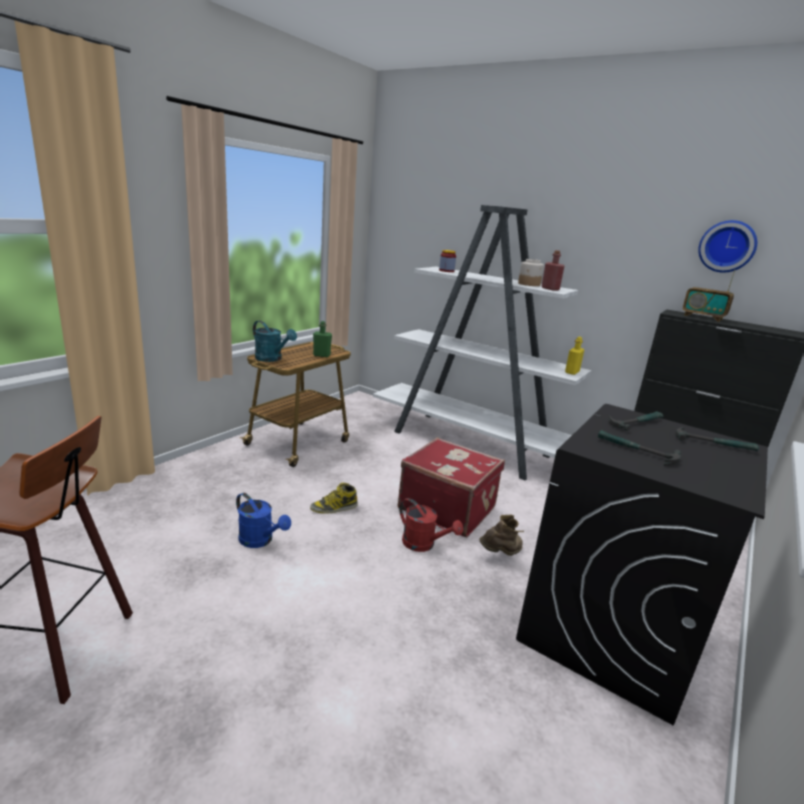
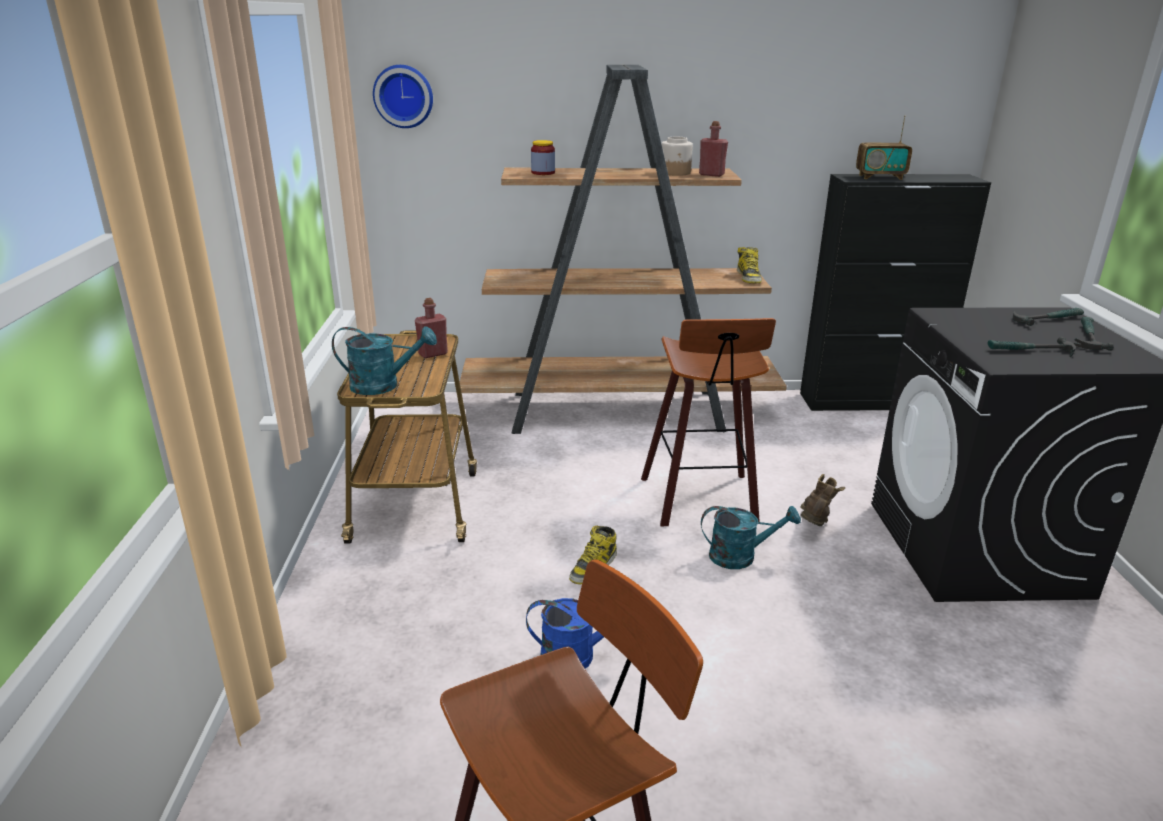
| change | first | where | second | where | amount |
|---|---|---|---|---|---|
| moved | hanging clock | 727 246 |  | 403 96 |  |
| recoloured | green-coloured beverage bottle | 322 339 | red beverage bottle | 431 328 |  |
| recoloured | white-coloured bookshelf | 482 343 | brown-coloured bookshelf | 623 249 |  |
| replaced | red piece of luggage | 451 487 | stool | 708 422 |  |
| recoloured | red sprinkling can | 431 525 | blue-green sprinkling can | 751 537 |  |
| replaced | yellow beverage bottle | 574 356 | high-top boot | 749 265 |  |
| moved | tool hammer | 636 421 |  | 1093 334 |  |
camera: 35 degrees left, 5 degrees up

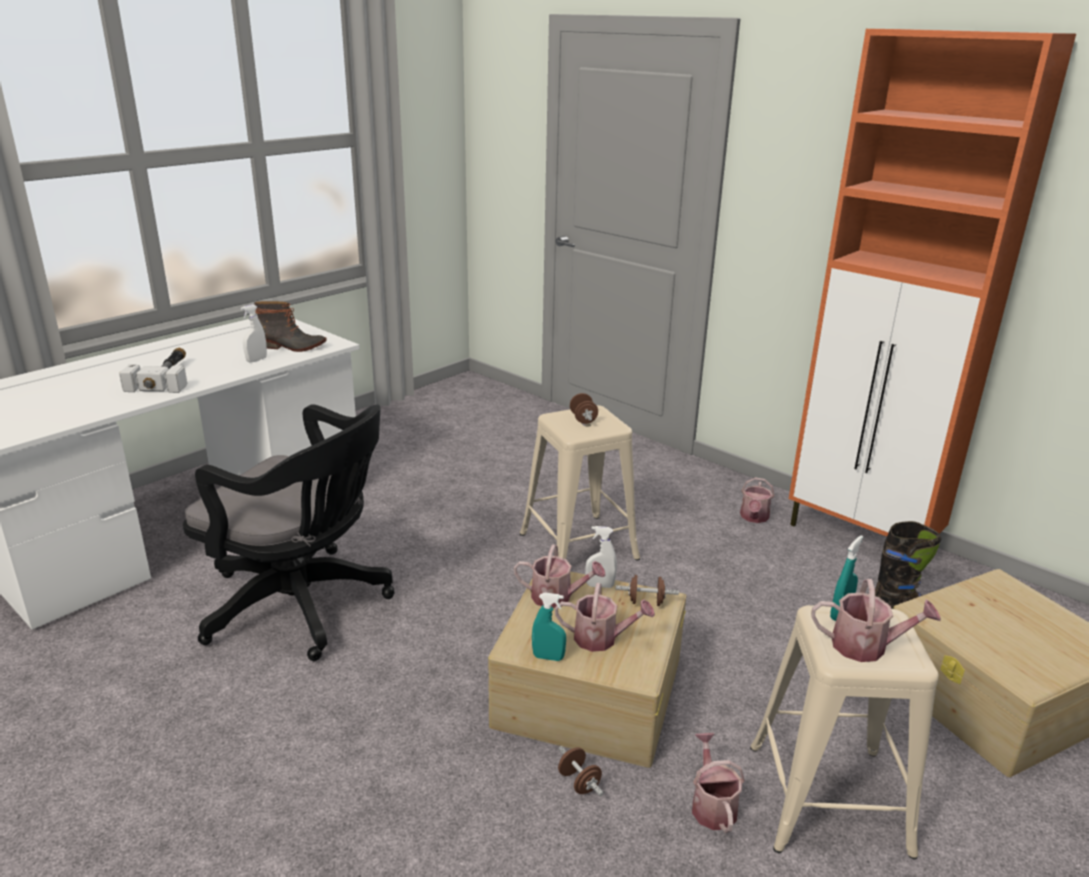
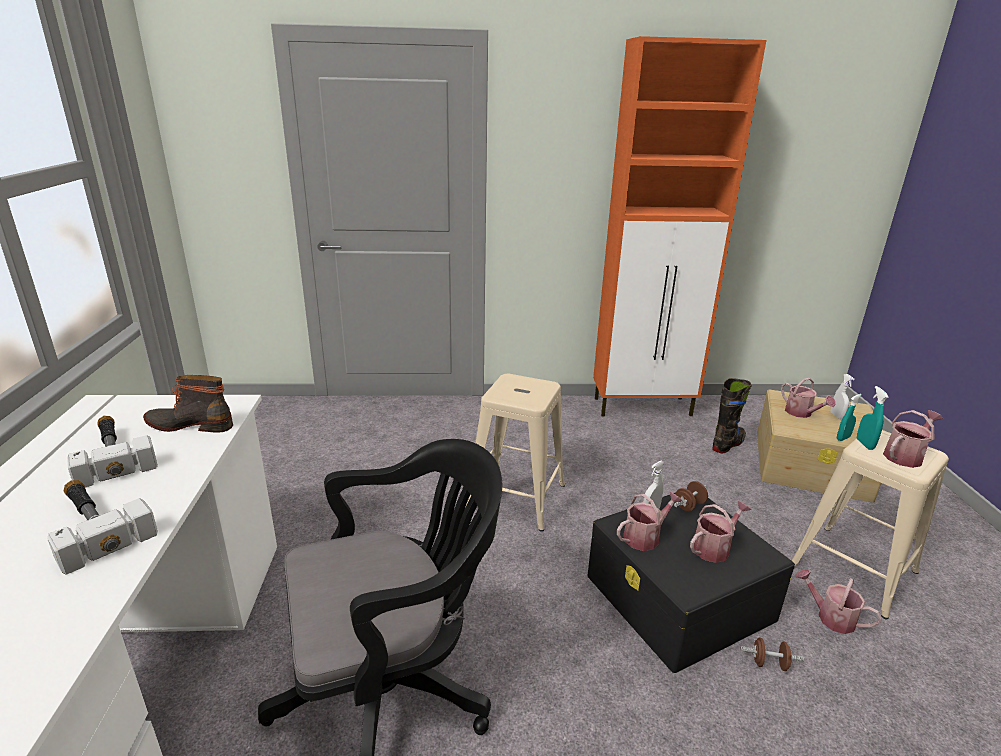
| change | first | where | second | where | amount |
|---|---|---|---|---|---|
| added |  |  | tool hammer | 112 451 |  |
| turned | high-top boot | 290 326 |  | 188 404 | 135 degrees counterclockwise |
| recoloured | beige-coloured storage container | 587 670 | black storage container | 691 583 |  |
| moved | sprinkling can | 757 500 |  | 808 398 |  |
| moved | white-coloured hand sprayer | 254 333 |  | 842 396 |  |
| moved | blue-green hand sprayer | 549 626 |  | 849 417 |  |
| removed | brown-coloured hand weight | 584 408 |  |  |  |
camera: 45 degrees left, 0 degrees up

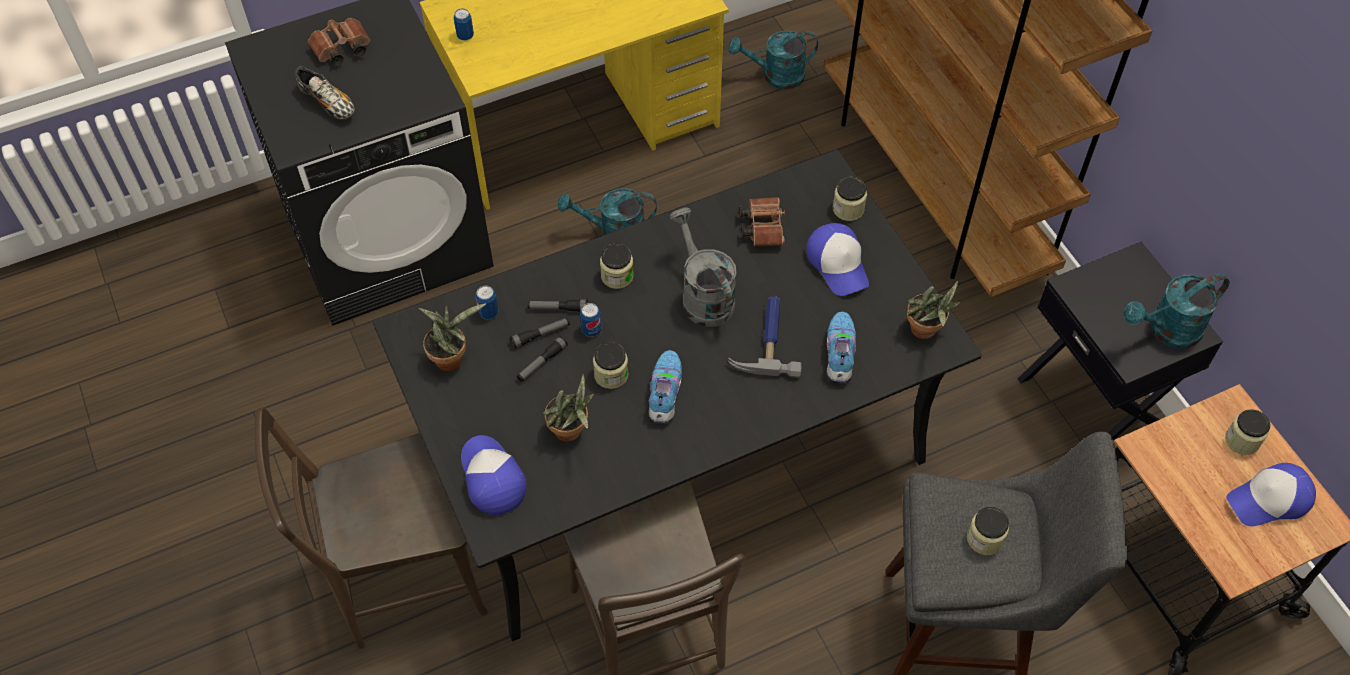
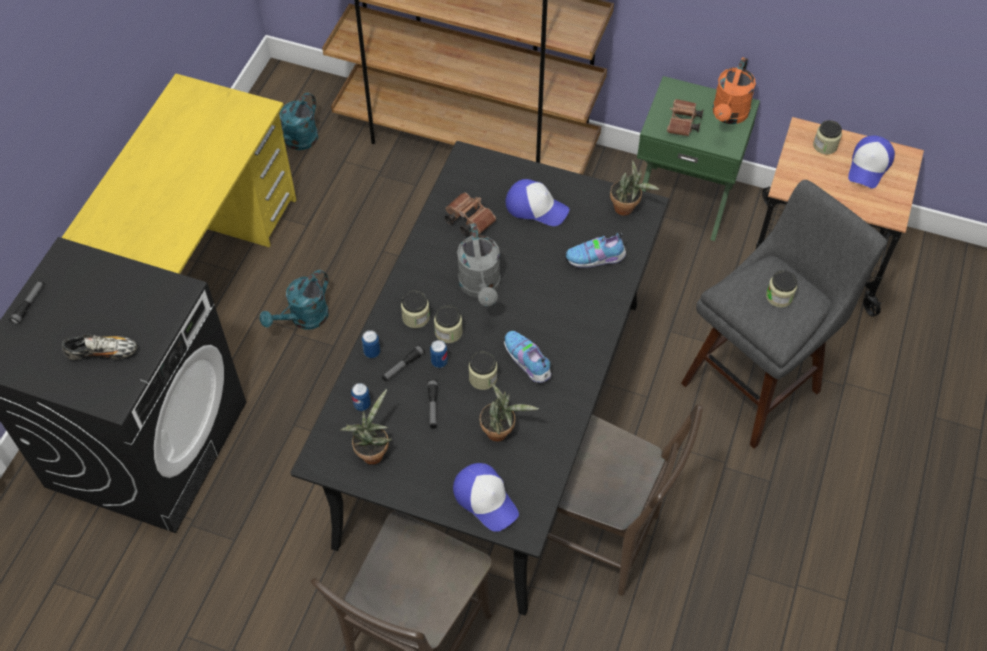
| change | first | where | second | where | amount |
|---|---|---|---|---|---|
| moved | hand torch | 540 333 |  | 26 302 |  |
| moved | metal can | 464 24 |  | 371 344 |  |
| moved | jar | 850 199 |  | 448 324 |  |
| turned | peaked cap | 493 475 |  | 486 497 | 150 degrees counterclockwise |
| turned | greyish sprinkling can | 703 267 |  | 479 264 | 120 degrees counterclockwise |
| turned | item of footwear | 841 347 |  | 596 250 | 60 degrees counterclockwise |
| recoloured | black nightstand | 1120 341 | green-coloured nightstand | 698 158 |  |
| moved | brown-coloured binoculars | 339 42 |  | 685 117 |  |
| recoloured | blue-green sprinkling can | 1176 310 | orange sprinkling can | 734 90 |  |
| removed | tool hammer | 765 337 |  |  |  |
camera: 45 degrees left, 0 degrees up

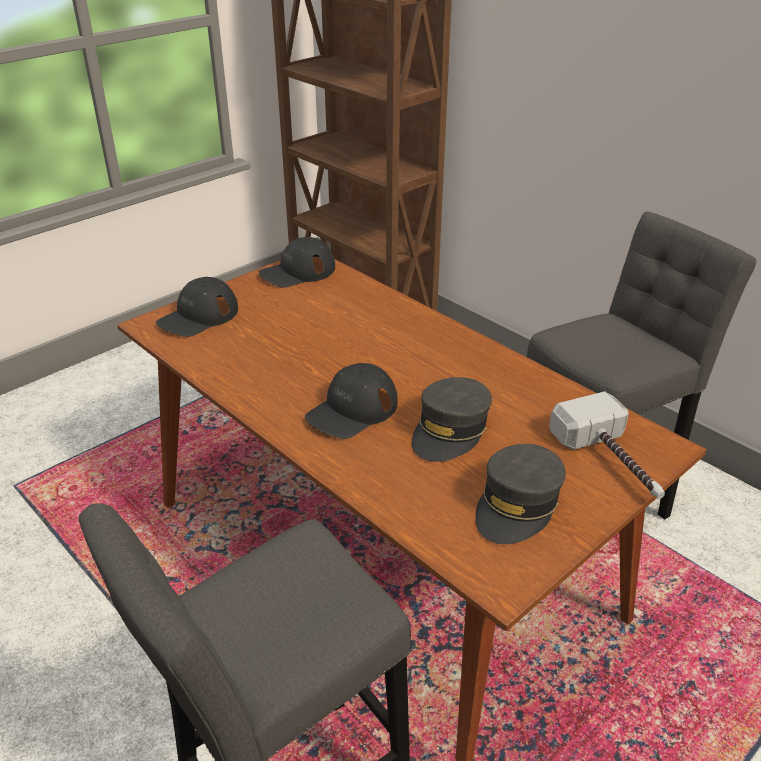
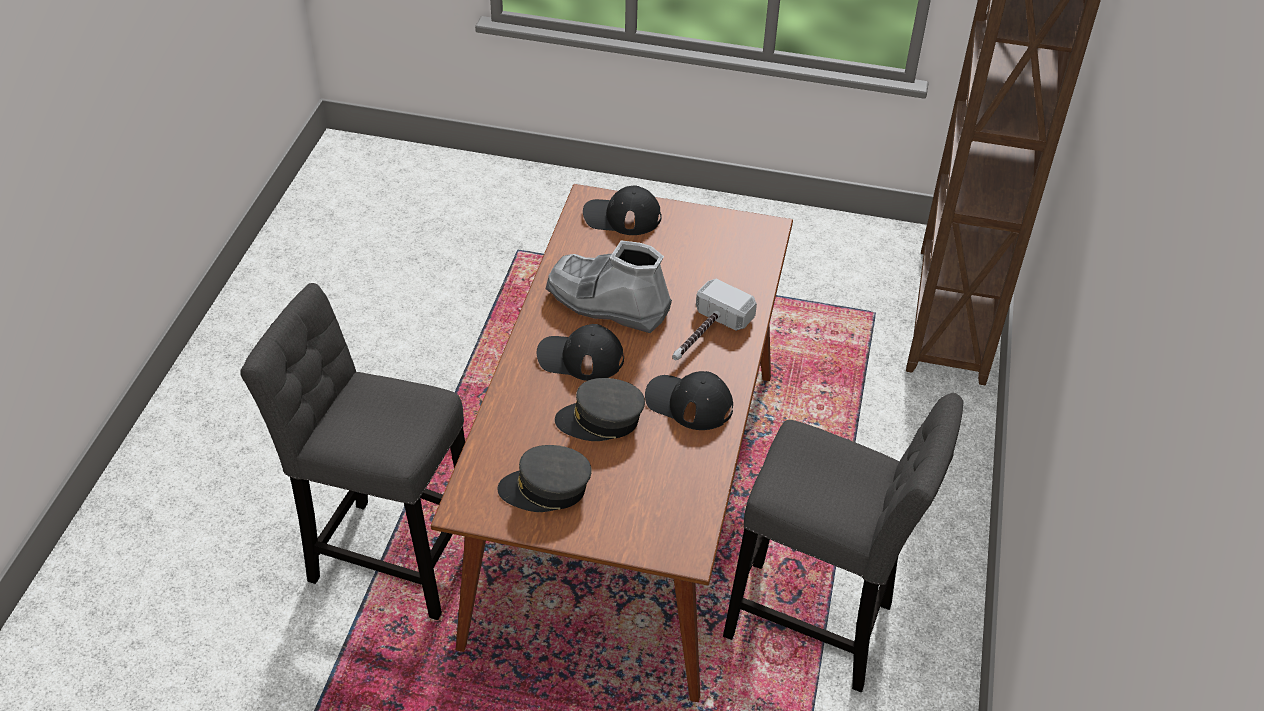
| change | first | where | second | where | amount |
|---|---|---|---|---|---|
| added |  |  | greyish high-top boot | 609 286 |  |
| moved | black peaked cap | 297 262 |  | 689 400 |  |
| moved | tool hammer | 607 445 |  | 714 319 |  |
camera: 55 degrees right, 10 degrees up

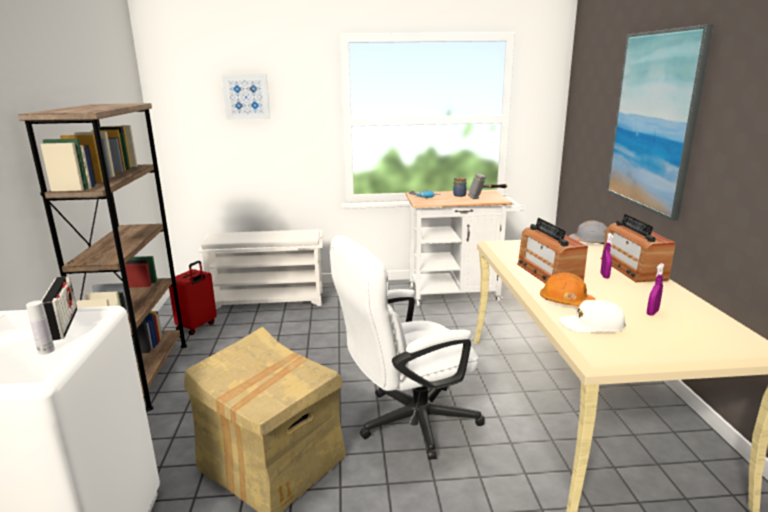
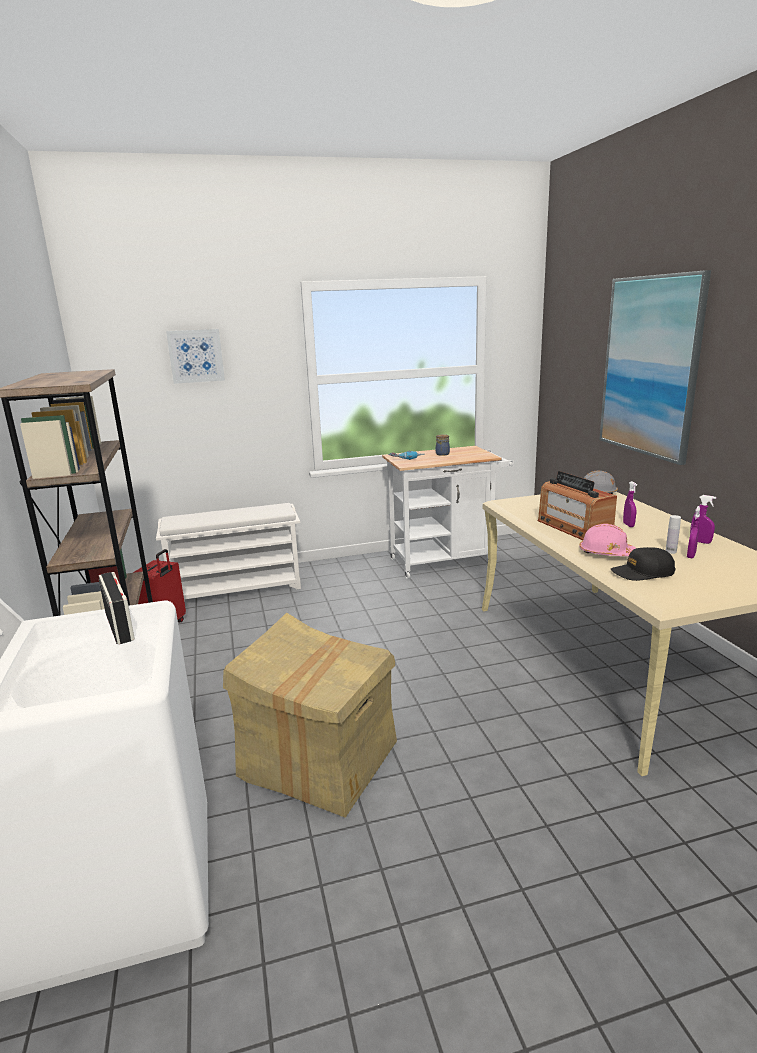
| change | first | where | second | where | amount |
|---|---|---|---|---|---|
| recoloured | orange work helmet | 568 289 | pinkish work helmet | 607 540 |  |
| recoloured | white-coloured peaked cap | 592 316 | black peaked cap | 643 564 |  |
| moved | white-coloured beverage bottle | 40 327 |  | 673 534 |  |
| added |  |  | purplish hand sprayer | 703 519 |  |
| removed | white-coloured desk chair | 407 348 |  |  |  |
| removed | tool hammer | 487 186 |  |  |  |
| removed | radio receiver | 638 248 |  |  |  |
camera: 10 degrees left, 0 degrees up

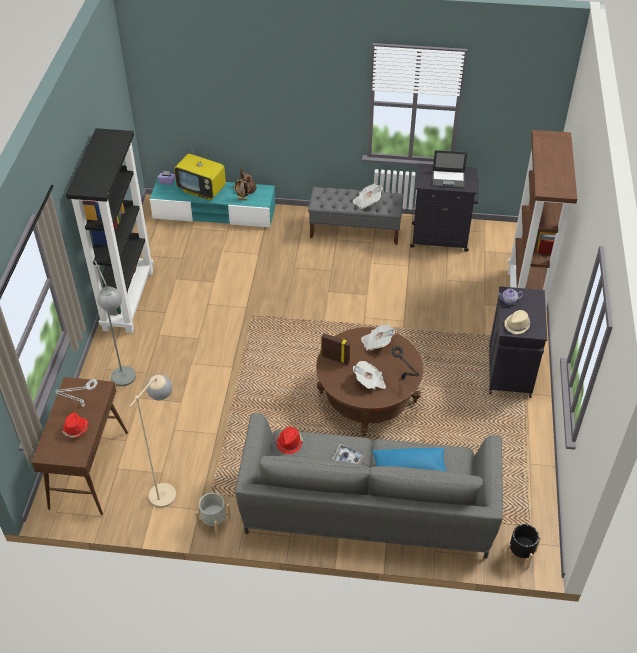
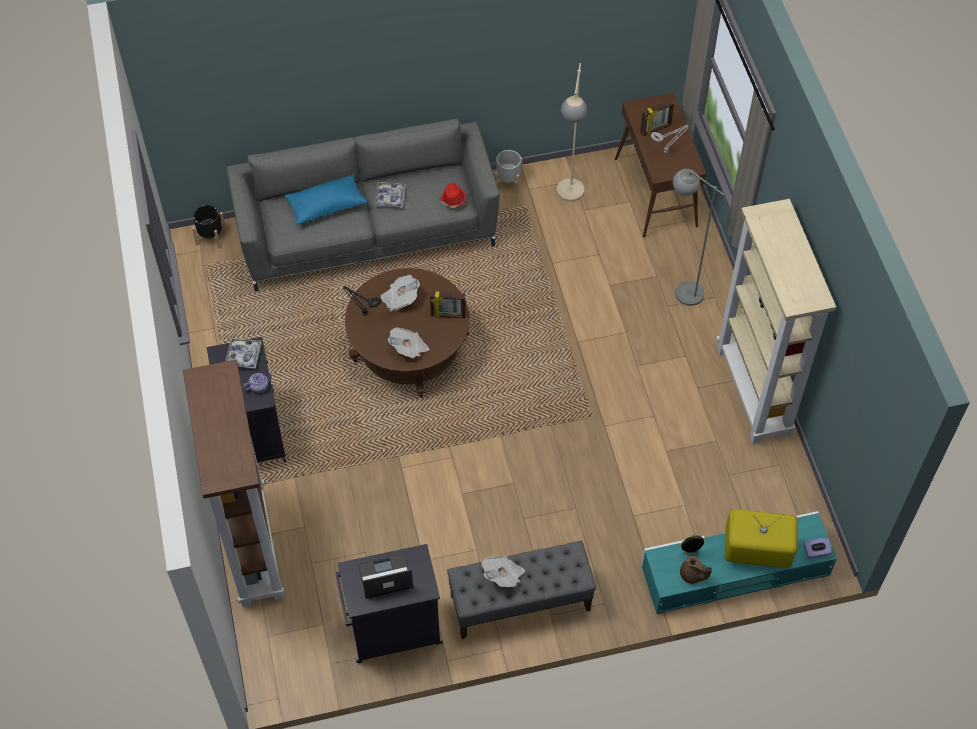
| change | first | where | second | where | amount |
|---|---|---|---|---|---|
| replaced | beige-coloured wearable hat | 517 322 | carrying tray | 243 353 |  |
| replaced | red wearable hat | 75 425 | standing frame | 657 118 |  |
| recoloured | black bookshelf | 110 231 | beige-coloured bookshelf | 776 321 |  |
camera: 160 degrees right, 10 degrees up

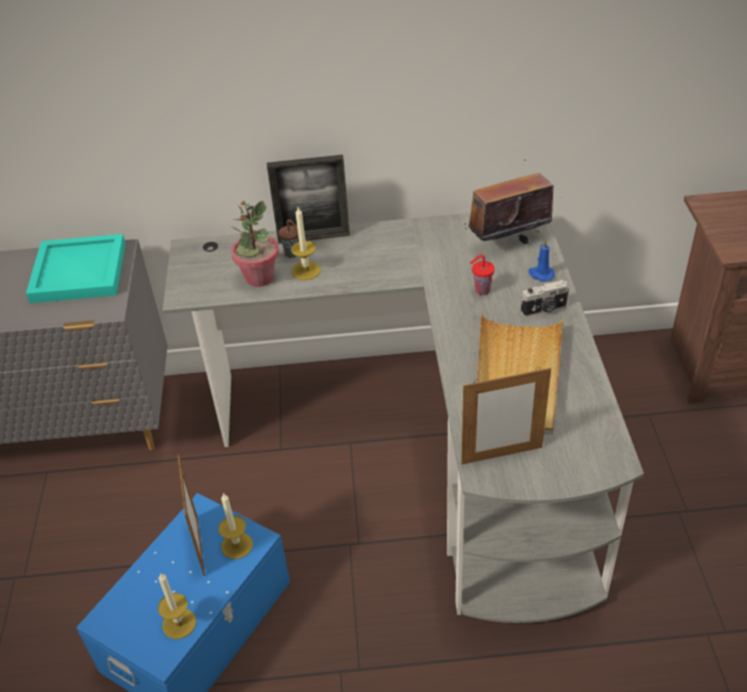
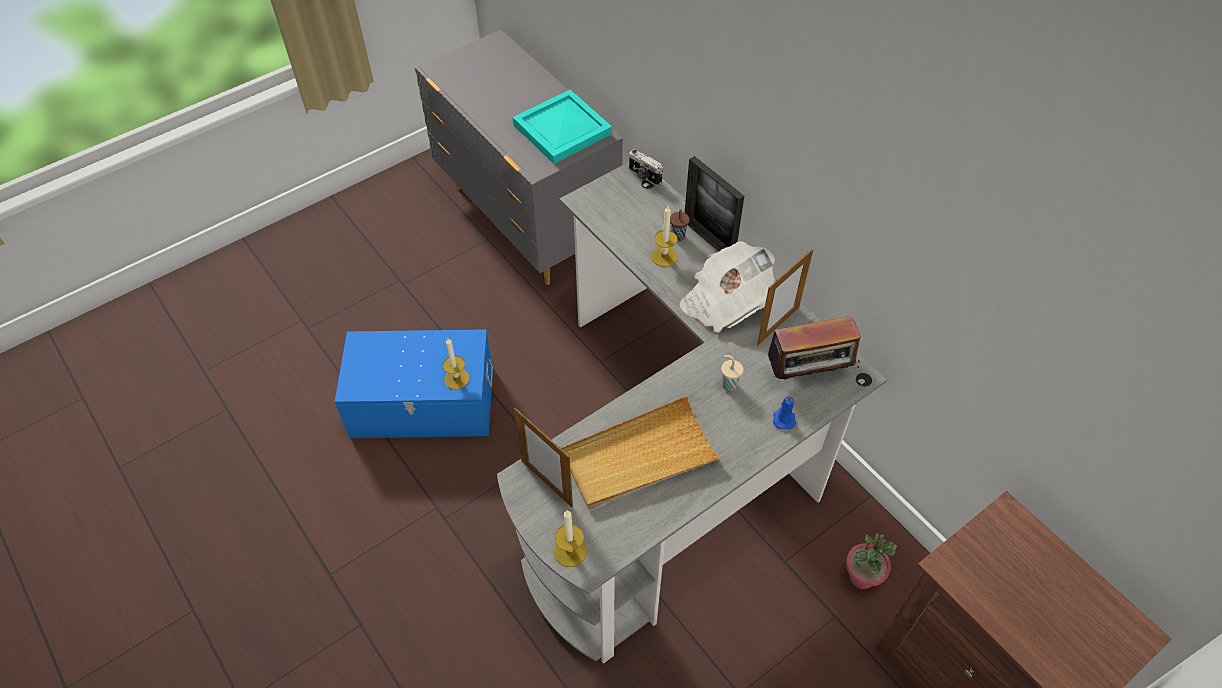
| change | first | where | second | where | amount |
|---|---|---|---|---|---|
| moved | candle | 177 605 |  | 570 538 |  |
| moved | photo camera | 545 298 |  | 646 167 |  |
| added |  |  | printed paper | 728 287 |  |
| recoloured | red cup | 482 275 | beige-coloured cup | 732 373 |  |
| moved | standing frame | 191 515 |  | 785 297 |  |
| turned | radio receiver | 513 202 |  | 814 348 | 135 degrees clockwise |
| moved | houseplant | 255 244 |  | 871 561 |  |
camera: 55 degrees right, 10 degrees up

